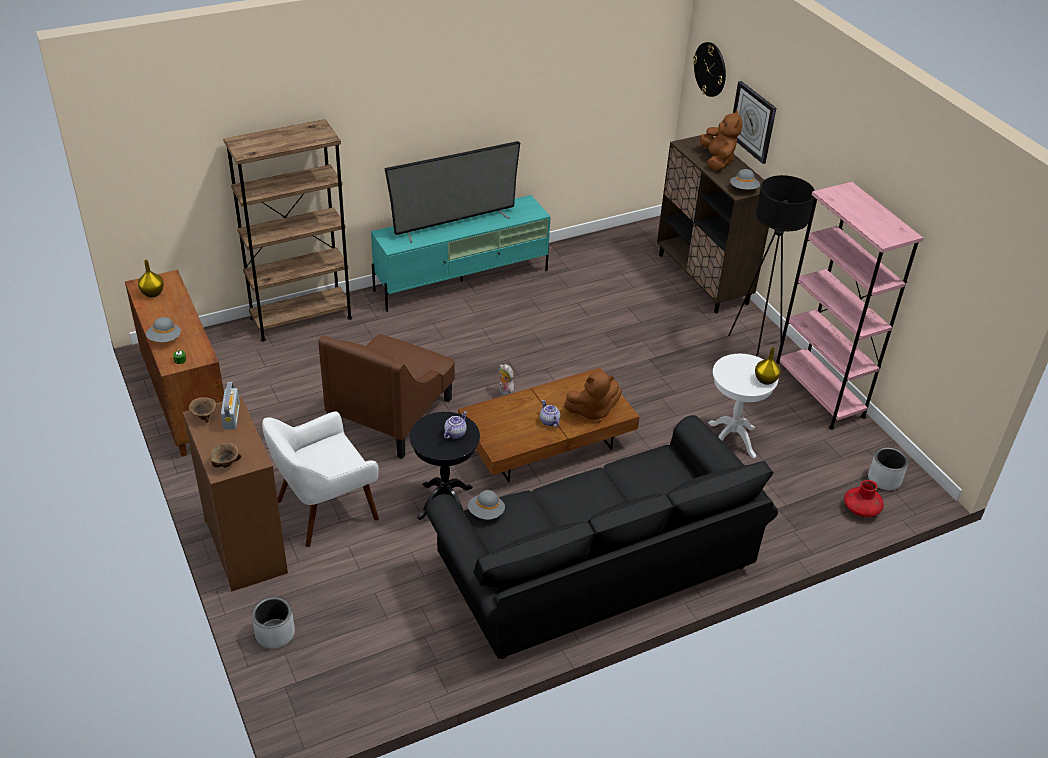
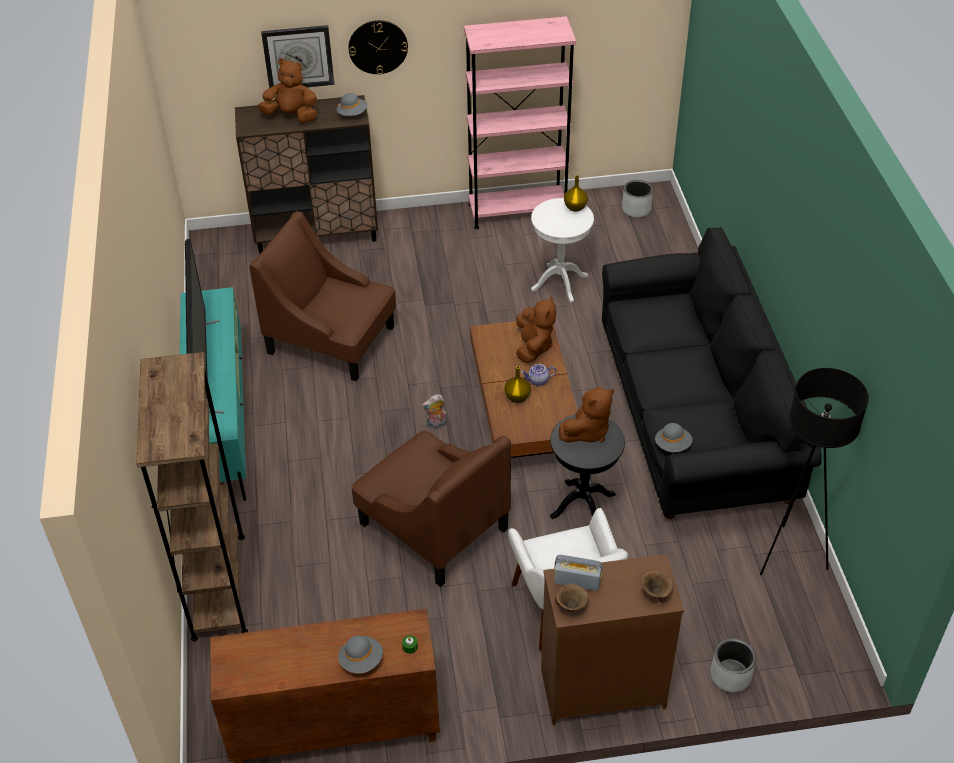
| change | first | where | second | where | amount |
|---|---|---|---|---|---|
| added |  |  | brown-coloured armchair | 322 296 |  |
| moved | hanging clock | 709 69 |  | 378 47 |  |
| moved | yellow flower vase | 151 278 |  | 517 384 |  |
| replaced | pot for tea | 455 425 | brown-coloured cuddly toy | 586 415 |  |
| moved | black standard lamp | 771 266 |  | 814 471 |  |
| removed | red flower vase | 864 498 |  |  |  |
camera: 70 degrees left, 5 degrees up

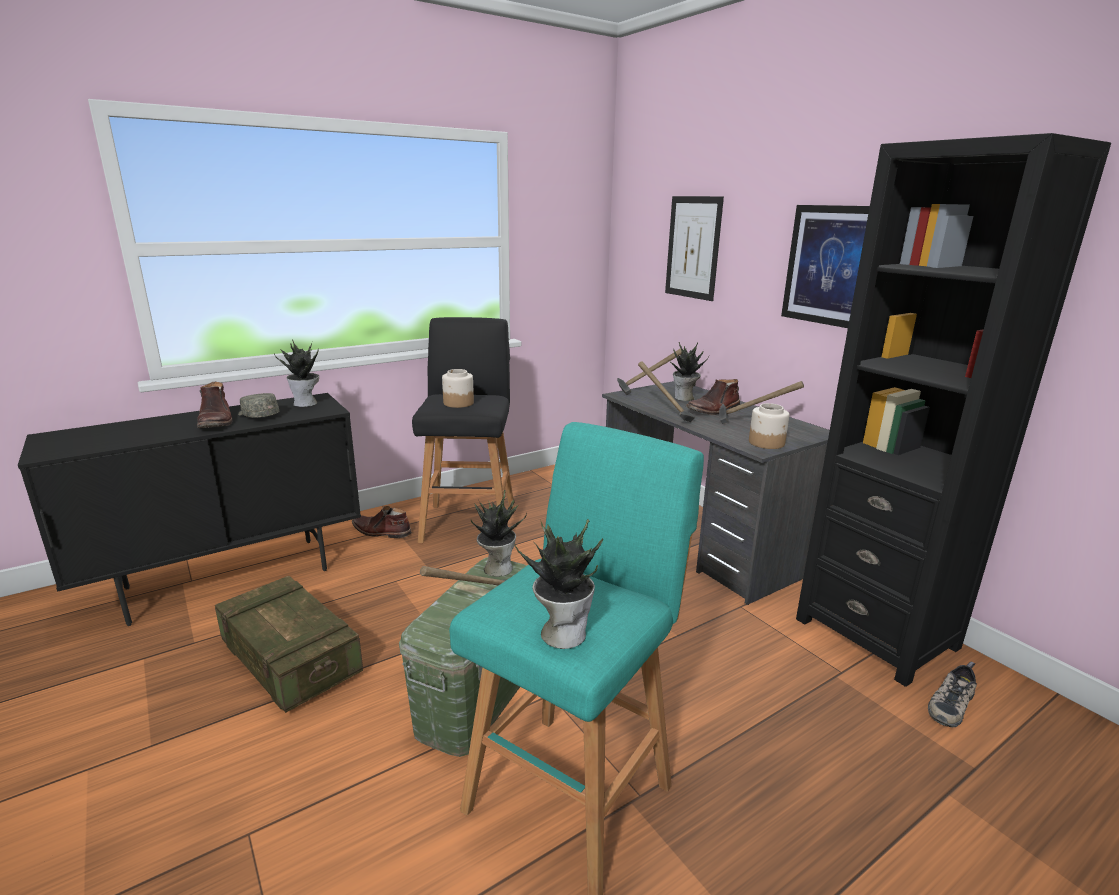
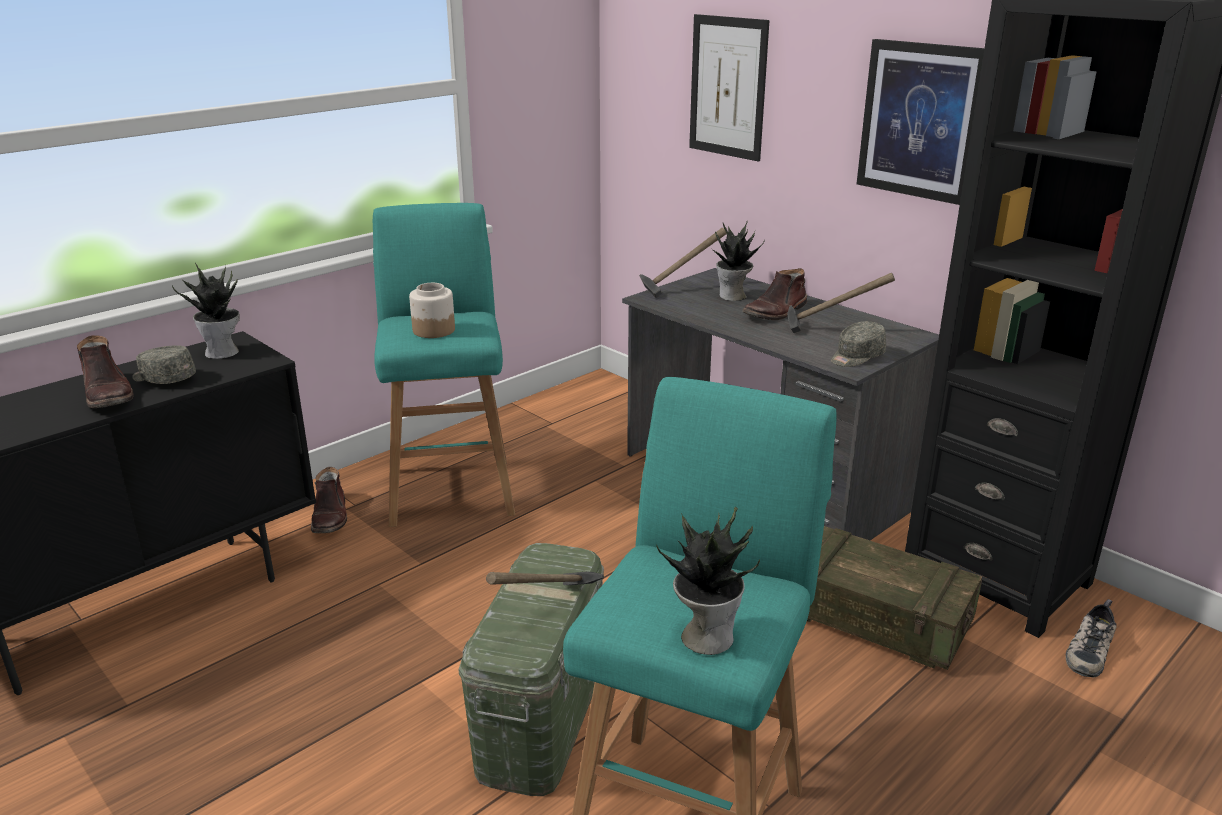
| change | first | where | second | where | amount |
|---|---|---|---|---|---|
| turned | brown-coloured high-top boot | 382 522 |  | 329 500 | 105 degrees counterclockwise |
| recoloured | black stool | 463 430 | blue-green stool | 444 365 |  |
| moved | crate | 289 644 |  | 894 598 |  |
| replaced | jar | 769 426 | greyish peaked cap | 858 344 |  |
| removed | houseplant | 499 533 |  |  |  |
| removed | tool hammer | 666 391 |  |  |  |
camera: 10 degrees left, 5 degrees up

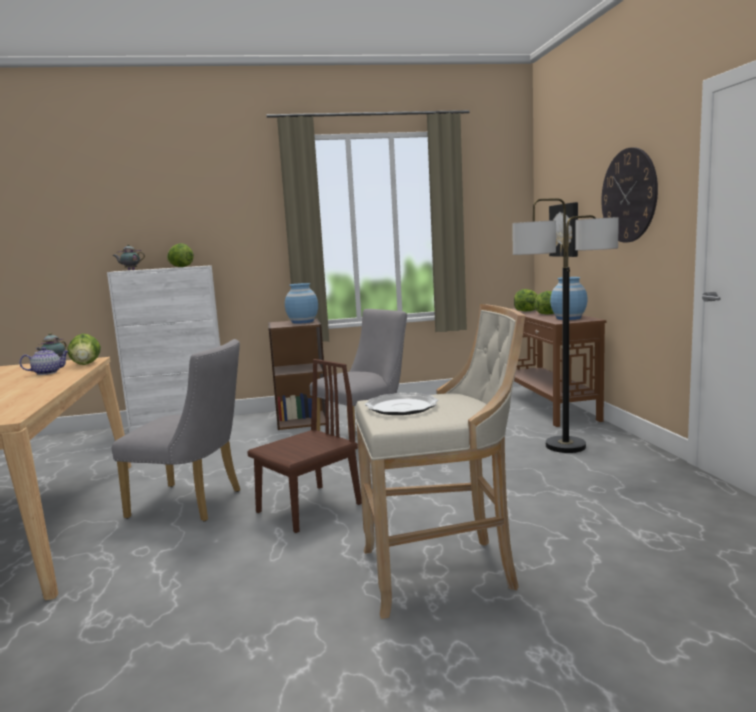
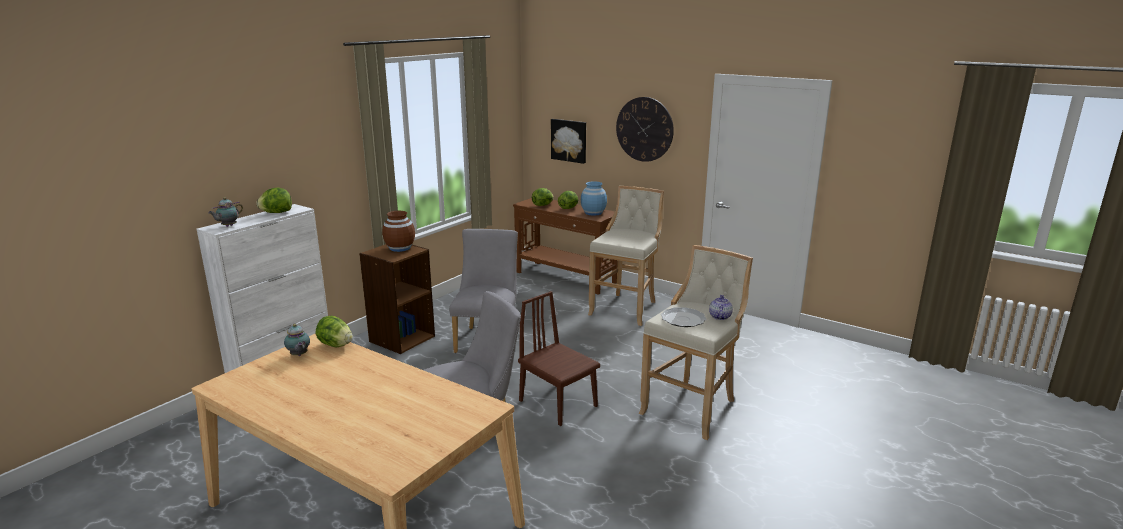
| change | first | where | second | where | amount |
|---|---|---|---|---|---|
| recoloured | blue flower vase | 301 303 | brown-coloured flower vase | 398 231 |  |
| turned | brown-coloured upright chair | 304 446 |  | 559 358 | 45 degrees counterclockwise |
| replaced | standard lamp | 565 325 | beige-coloured stool | 626 256 |  |
| moved | pot for tea | 44 361 |  | 721 307 |  |
camera: 45 degrees left, 10 degrees up

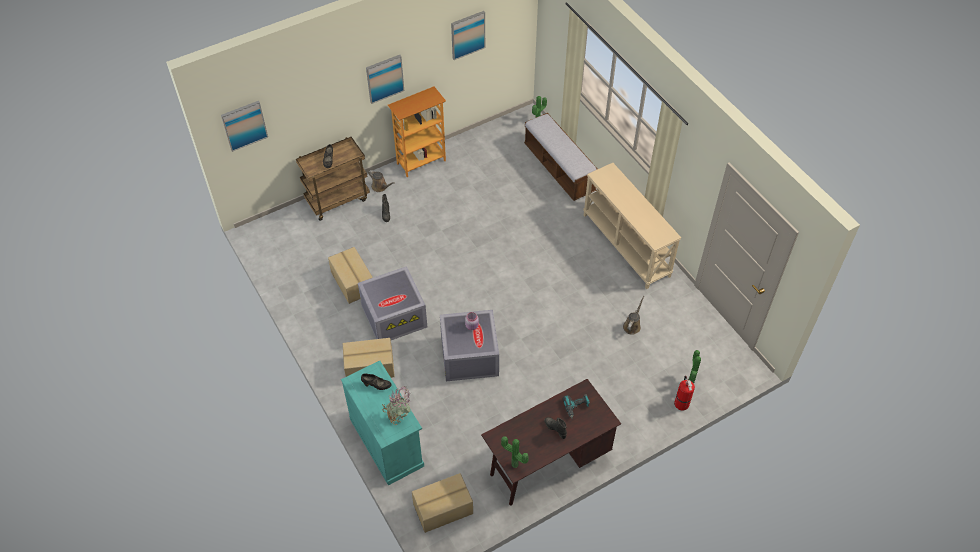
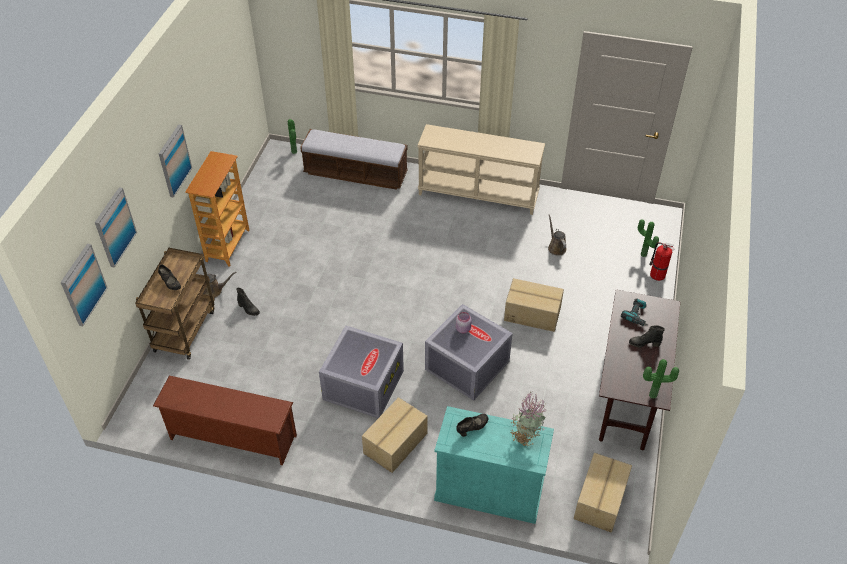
| change | first | where | second | where | amount |
|---|---|---|---|---|---|
| moved | wall picture | 468 35 |  | 116 227 |  |
| added |  |  | brown-coloured shoe stand | 225 420 |  |
| moved | cardboard box | 350 275 |  | 534 305 |  |
camera: 45 degrees left, 5 degrees down

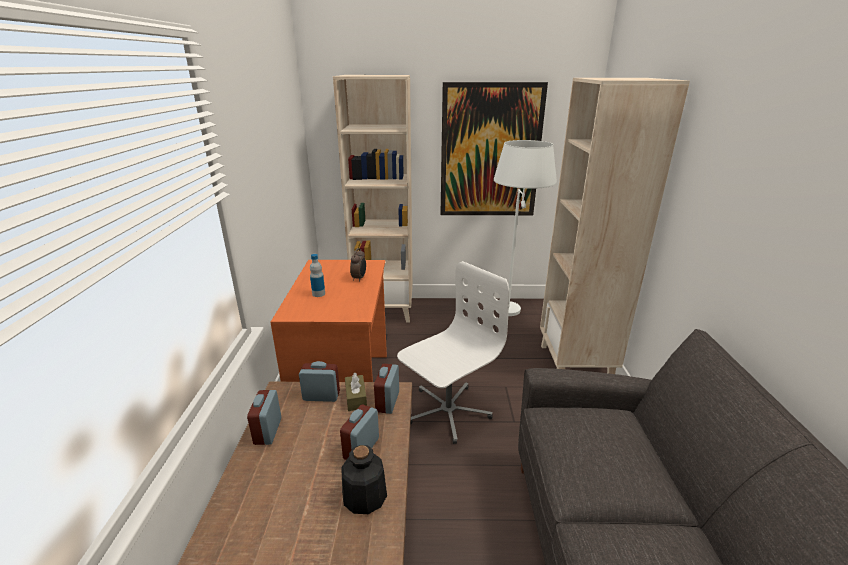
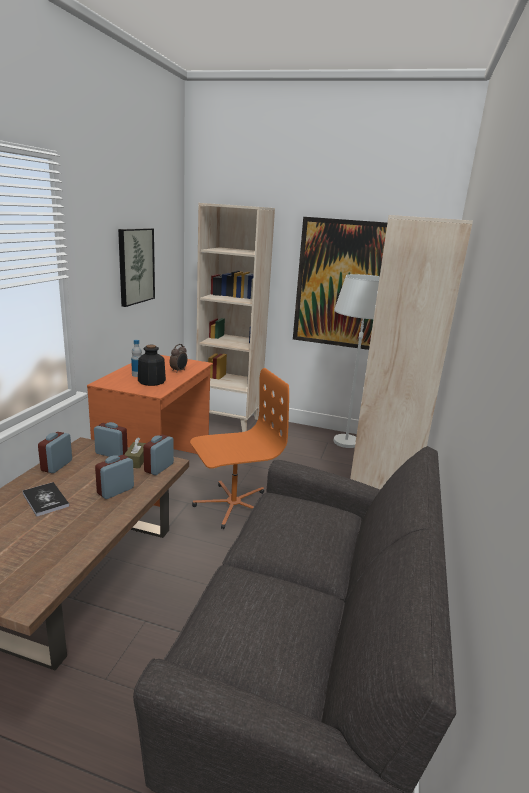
| change | first | where | second | where | amount |
|---|---|---|---|---|---|
| added |  |  | bound book | 46 499 |  |
| added |  |  | wall picture | 136 267 |  |
| moved | beverage bottle | 364 479 |  | 152 365 |  |
| recoloured | white-coloured desk chair | 453 352 | orange desk chair | 239 448 |  |
camera: 15 degrees right, 5 degrees down

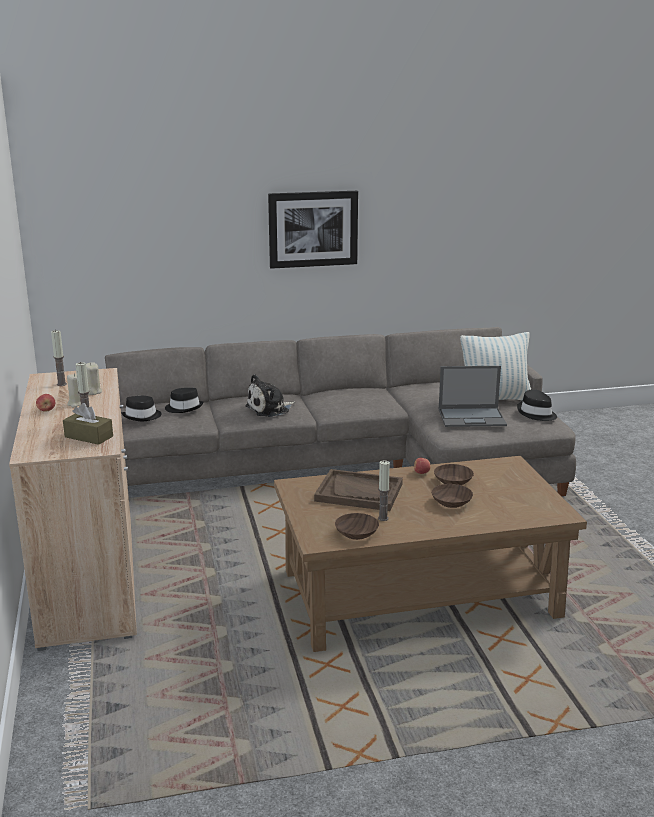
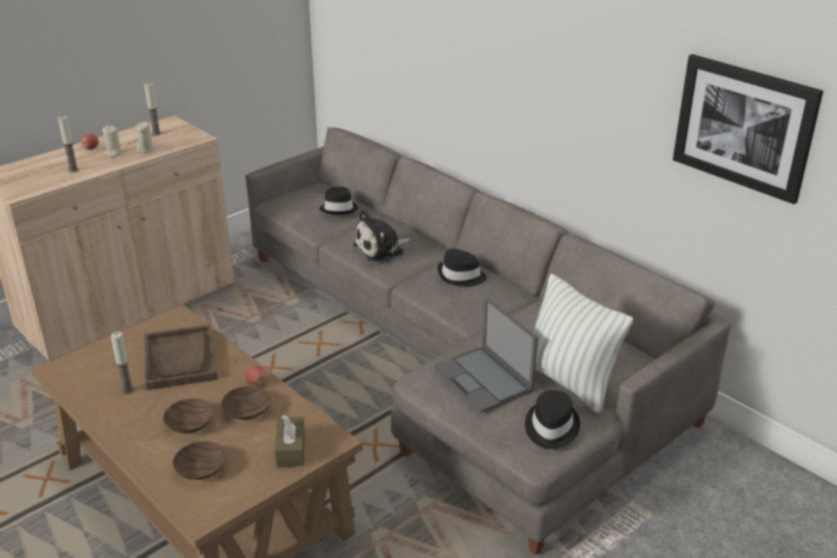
| change | first | where | second | where | amount |
|---|---|---|---|---|---|
| moved | brown-coloured serving bowl | 357 526 |  | 200 460 |  |
| moved | brown-coloured box of tissues | 88 424 |  | 290 441 |  |
| turned | cuddly toy | 270 395 |  | 382 235 | 60 degrees counterclockwise |
| moved | black wearable hat | 141 408 |  | 462 268 |  |
| moved | wall picture | 313 230 |  | 748 129 |  |
camera: 60 degrees right, 10 degrees up

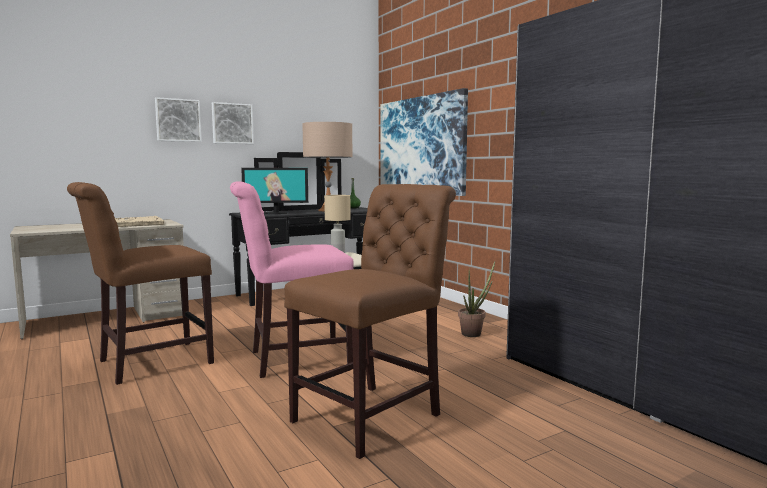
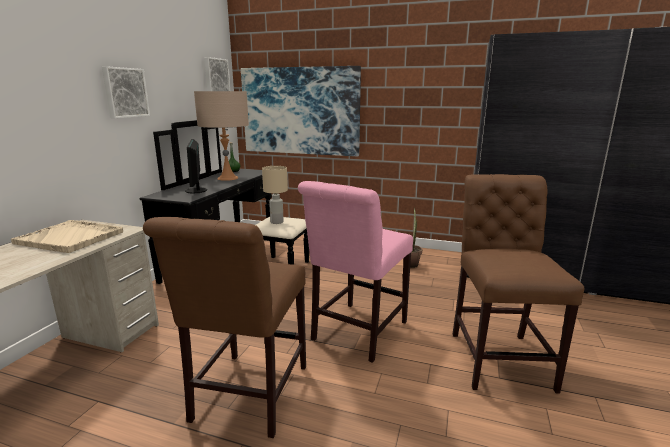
| change | first | where | second | where | amount |
|---|---|---|---|---|---|
| turned | monitor | 274 191 |  | 196 166 | 120 degrees clockwise |
| moved | wall picture | 178 119 |  | 217 74 |  |
camera: 40 degrees left, 10 degrees up

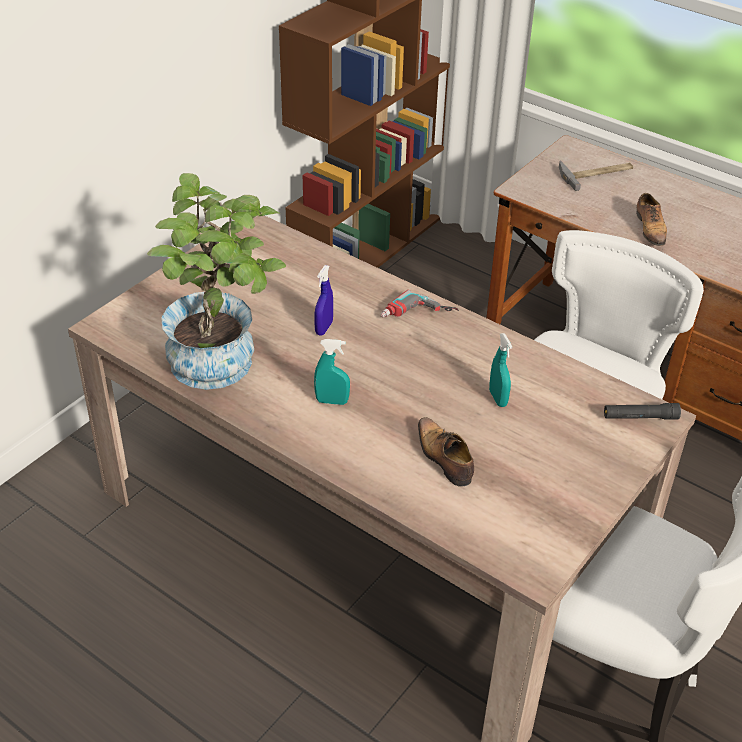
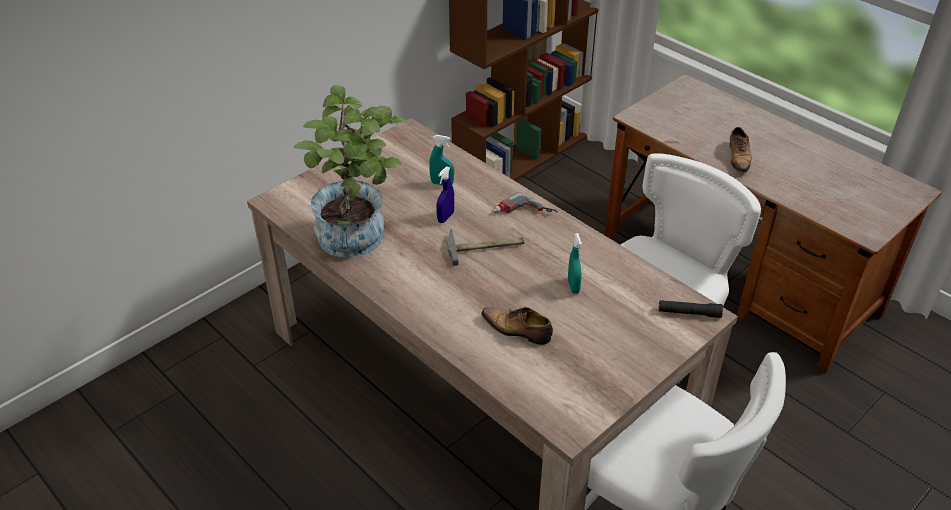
| change | first | where | second | where | amount |
|---|---|---|---|---|---|
| moved | blue-green hand sprayer | 332 372 |  | 441 160 |  |
| moved | tool hammer | 596 175 |  | 485 247 |  |
| turned | item of footwear | 446 452 |  | 517 326 | 45 degrees counterclockwise |
camera: 10 degrees right, 0 degrees up

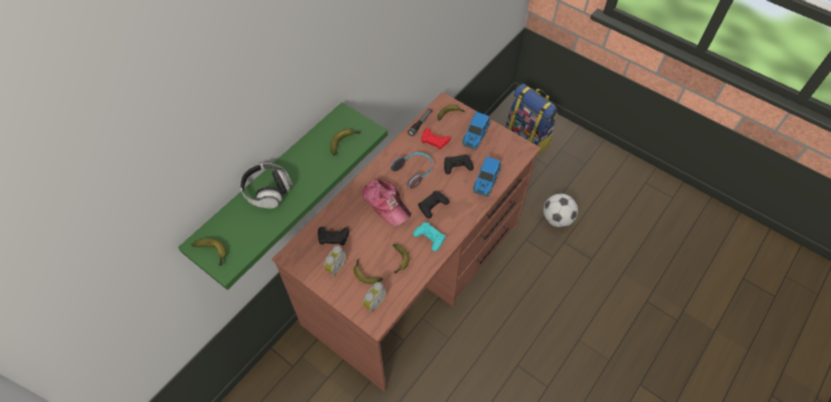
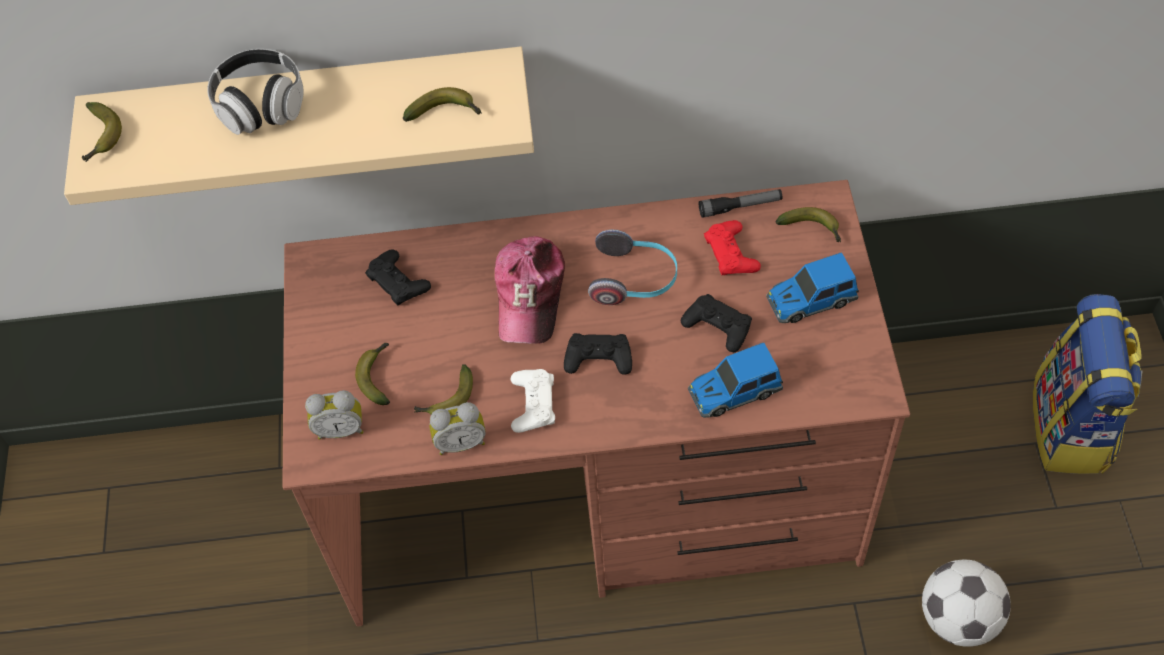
| change | first | where | second | where | amount |
|---|---|---|---|---|---|
| recoloured | green-coloured shelf | 283 196 | beige-coloured shelf | 299 125 |  |
| moved | bedside clock | 335 261 |  | 457 428 |  |
| recoloured | blue-green game controller | 429 236 | white-coloured game controller | 532 401 |  |
camera: 50 degrees right, 0 degrees up

